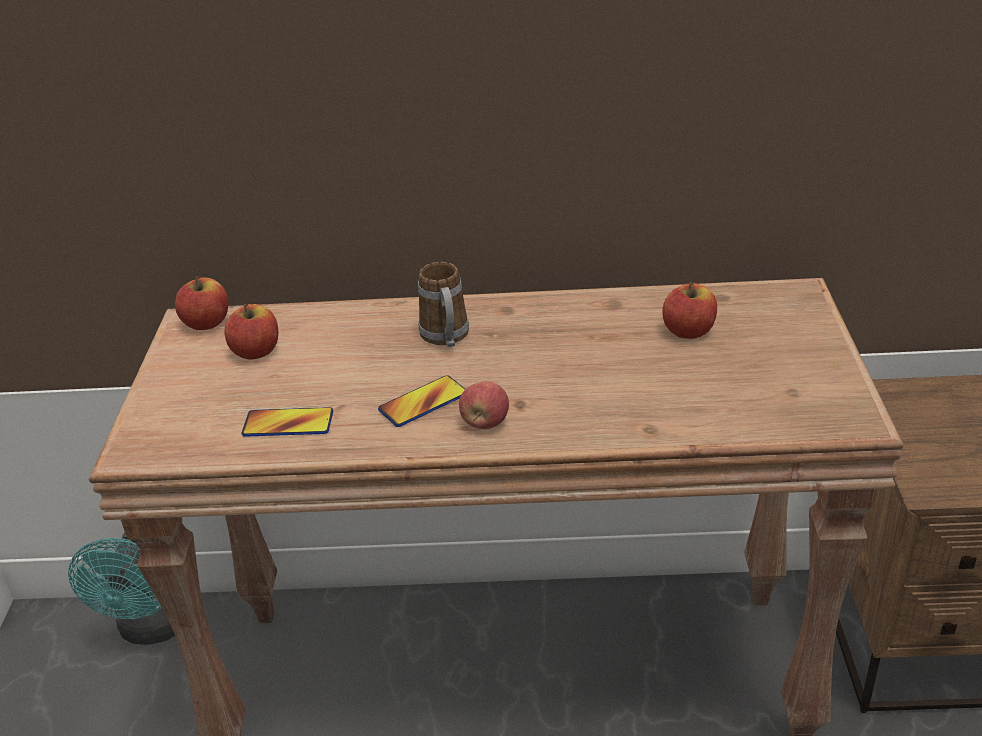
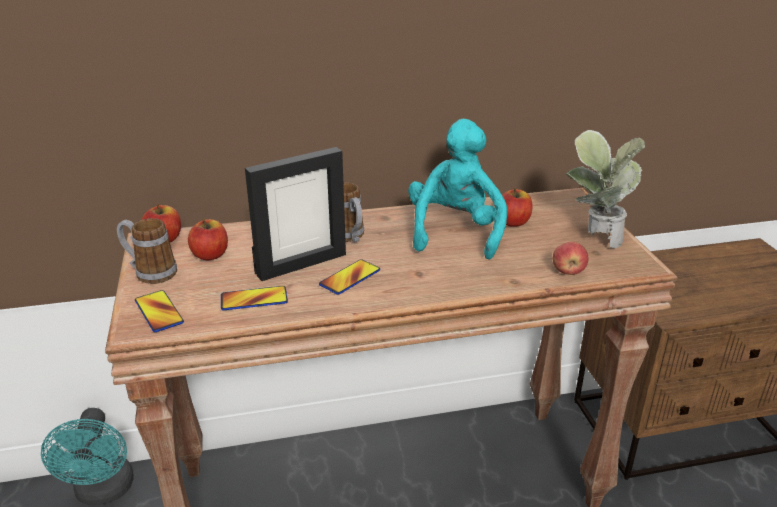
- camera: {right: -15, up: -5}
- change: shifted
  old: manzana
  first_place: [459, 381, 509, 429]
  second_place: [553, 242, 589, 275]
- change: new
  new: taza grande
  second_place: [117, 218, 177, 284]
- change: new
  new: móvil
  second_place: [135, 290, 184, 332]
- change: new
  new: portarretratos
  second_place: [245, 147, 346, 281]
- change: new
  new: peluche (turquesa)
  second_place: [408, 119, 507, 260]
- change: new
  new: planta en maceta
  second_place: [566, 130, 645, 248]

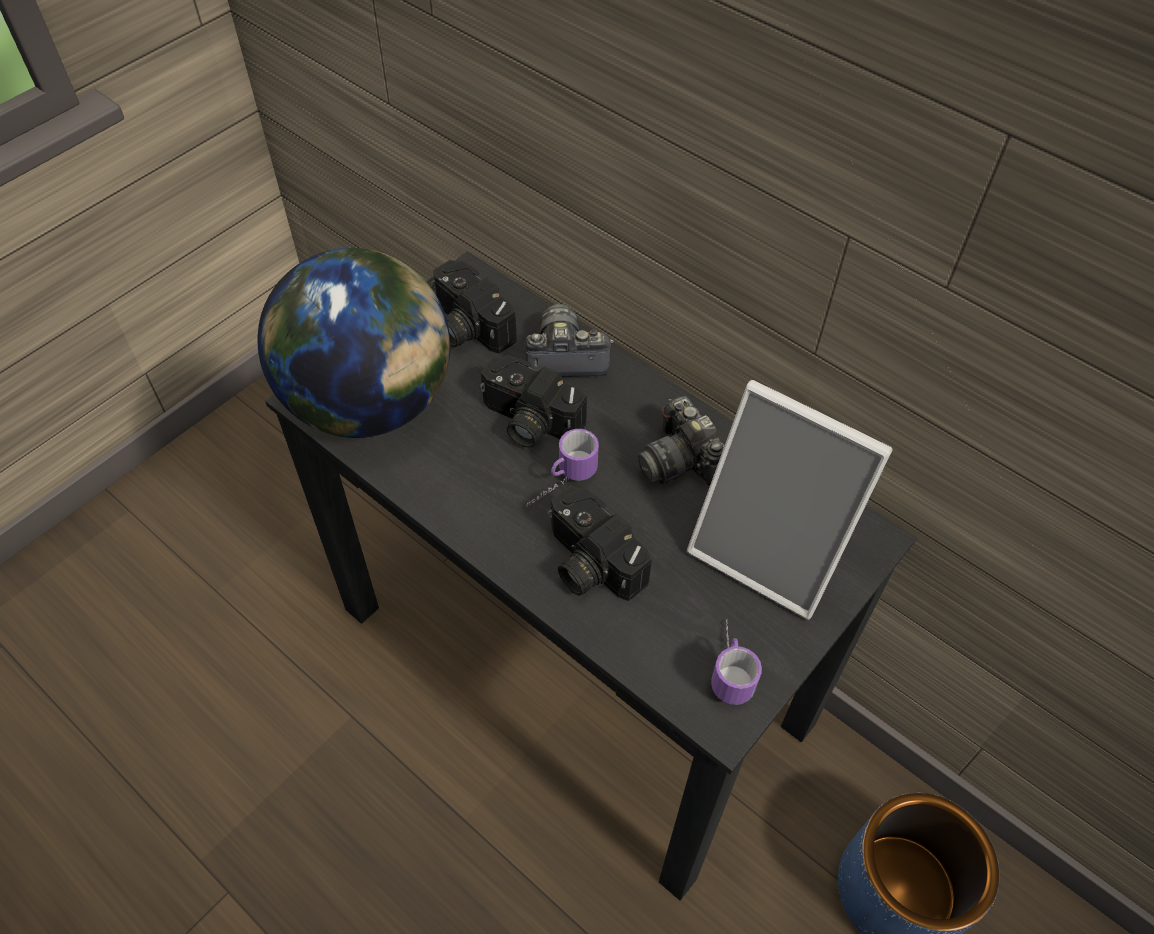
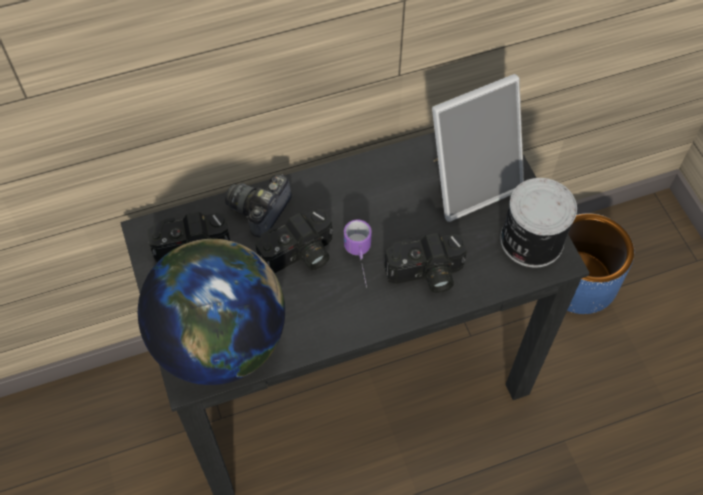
- camera: {right: -60, up: 5}
- change: gone
  old: cámara
  first_place: [638, 396, 725, 486]
- change: swapped
  old: taza grande
  new: lata
  first_place: [711, 619, 762, 705]
  second_place: [500, 178, 577, 268]

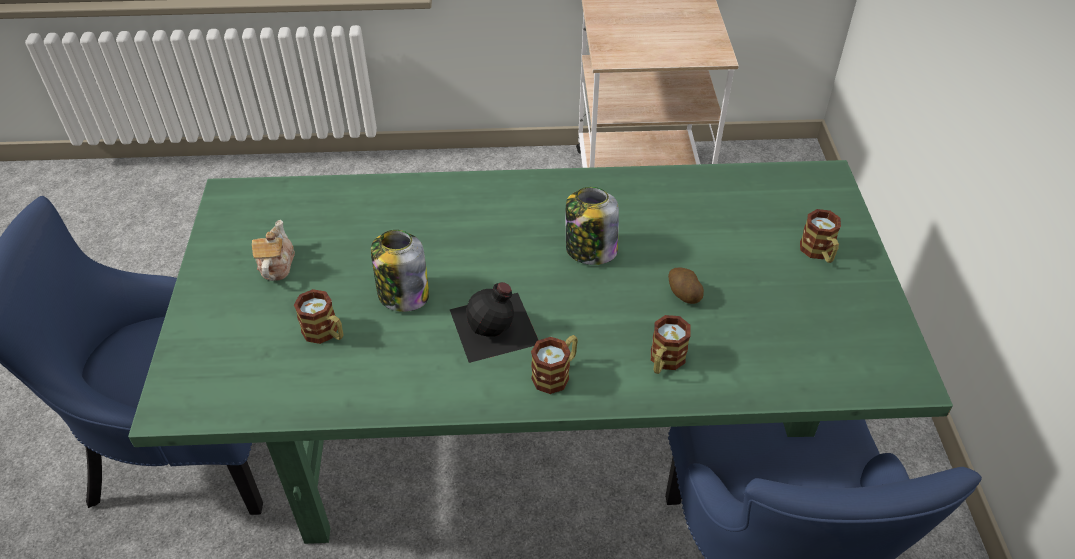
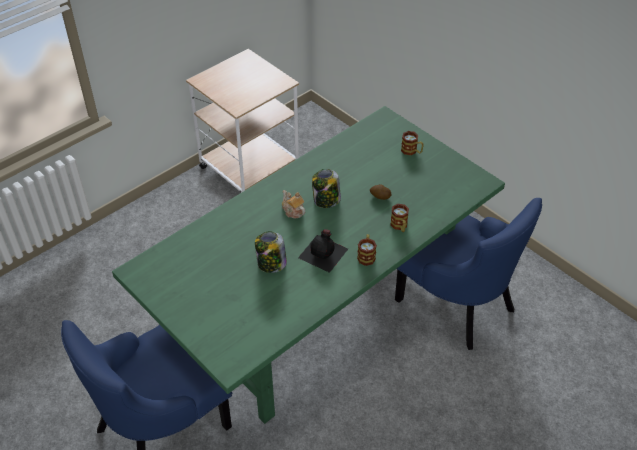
- camera: {right: -40, up: 0}
- change: shifted
  old: tetera
  first_place: [252, 220, 295, 281]
  second_place: [282, 190, 305, 218]
- change: gone
  old: taza grande
  first_place: [294, 289, 344, 344]

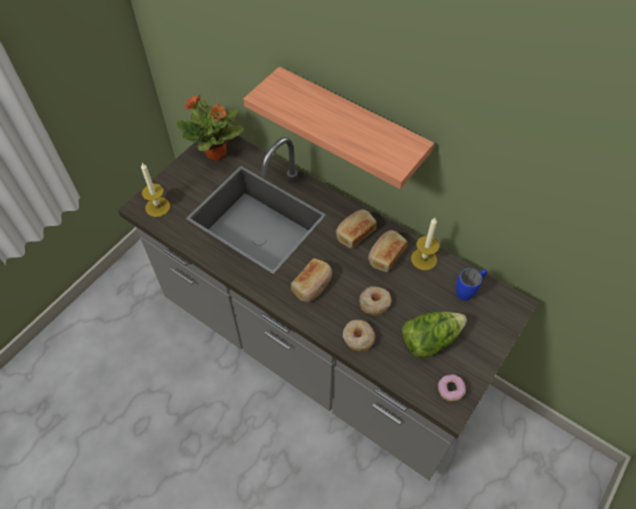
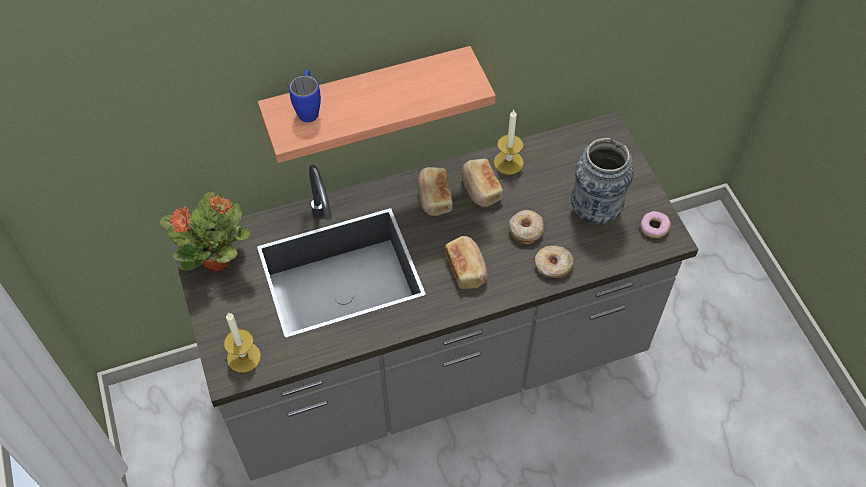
- camera: {right: -55, up: 0}
- change: swapped
  old: lechuga
  new: florero
  first_place: [402, 311, 467, 358]
  second_place: [571, 138, 634, 226]
- change: shifted
  old: taza grande (azul)
  first_place: [456, 268, 487, 301]
  second_place: [289, 70, 321, 122]

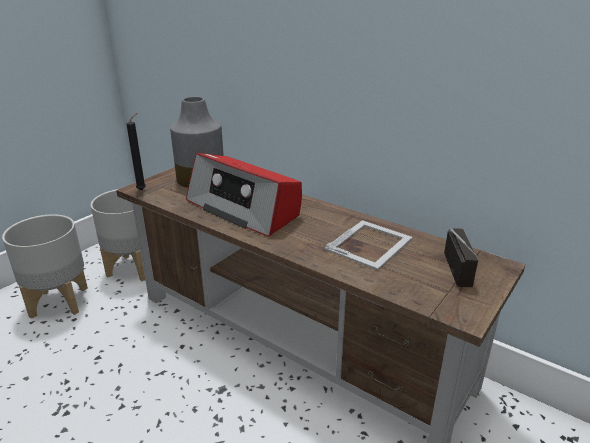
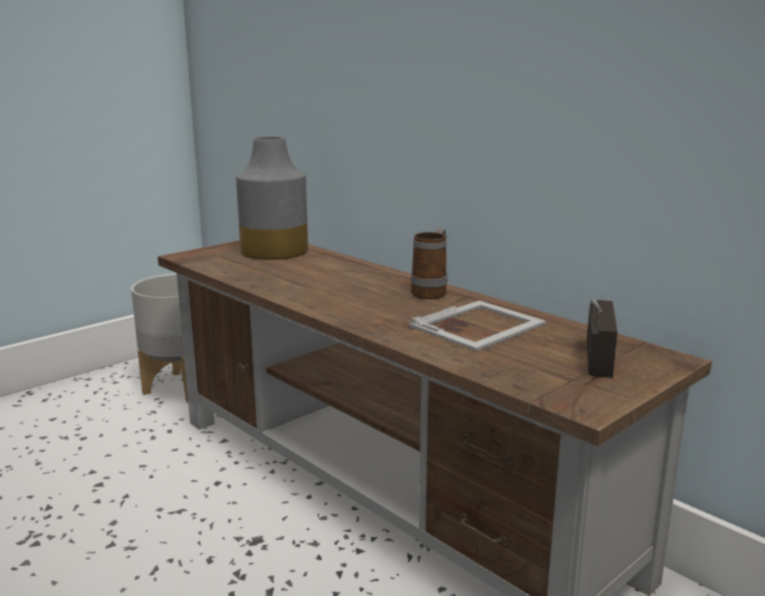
- camera: {right: 10, up: -10}
- change: gone
  old: maceta (gris)
  first_place: [2, 214, 88, 319]
- change: gone
  old: vela (negro)
  first_place: [126, 113, 146, 190]
- change: gone
  old: radio
  first_place: [186, 153, 302, 237]
- change: new
  new: taza grande
  second_place: [411, 228, 447, 299]

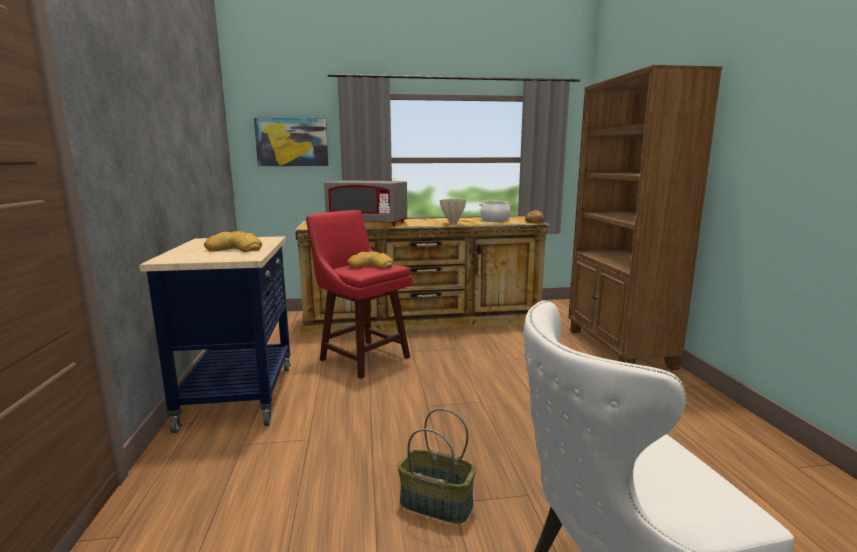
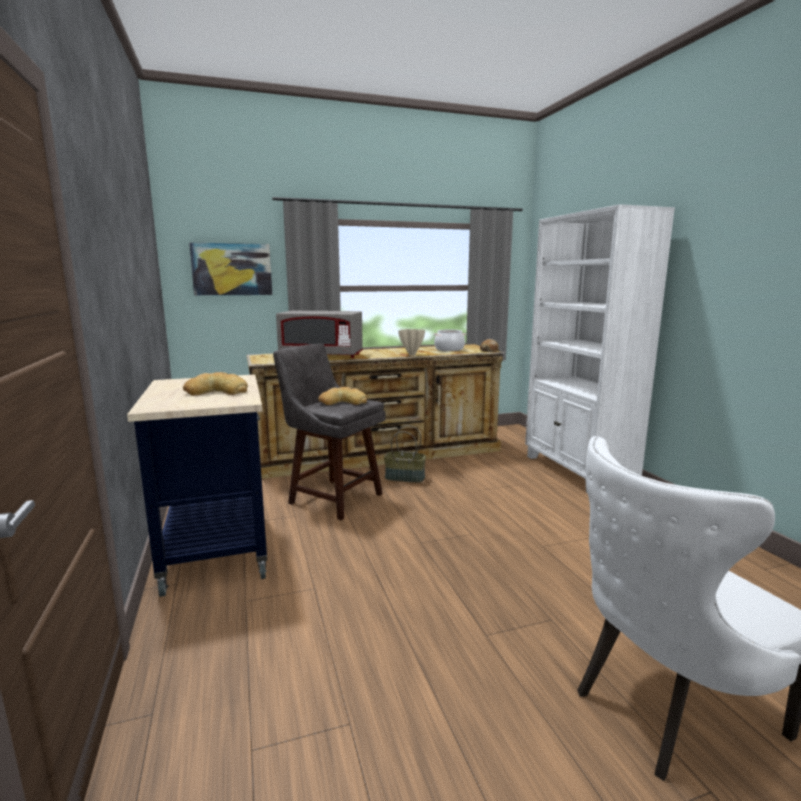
- camera: {right: -10, up: 0}
- change: repainted
  old: taburete (rojo)
  new: taburete (gris)
  first_place: [306, 210, 412, 379]
  second_place: [273, 343, 386, 520]
- change: shifted
  old: cesta
  first_place: [398, 408, 476, 524]
  second_place: [384, 425, 426, 483]
- change: repainted
  old: estantería (marrón)
  new: estantería (blanco)
  first_place: [568, 65, 722, 370]
  second_place: [525, 204, 675, 494]

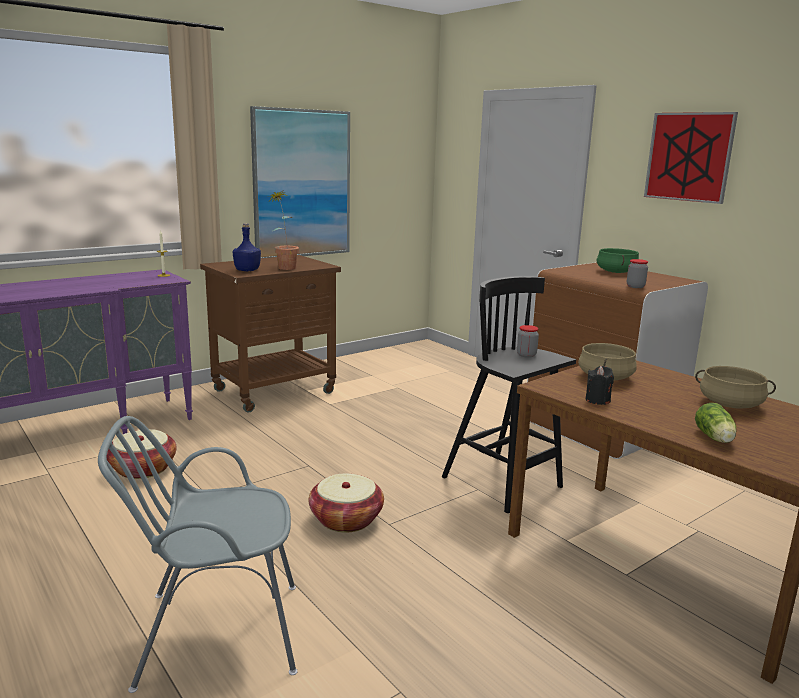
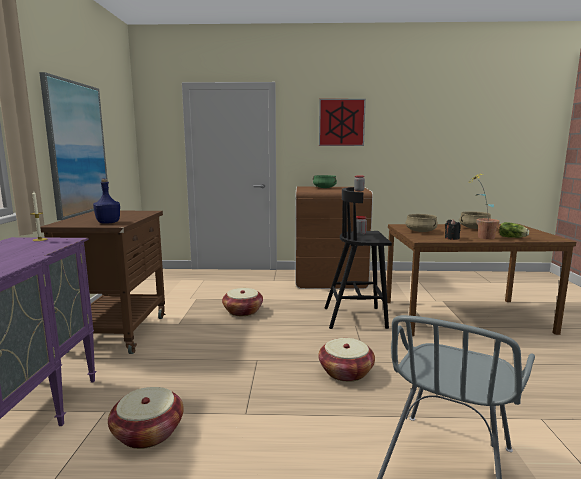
- camera: {right: -50, up: -5}
- change: shifted
  old: planta en maceta
  first_place: [268, 192, 299, 270]
  second_place: [469, 172, 500, 239]
- change: new
  new: cesta
  second_place: [222, 288, 263, 316]

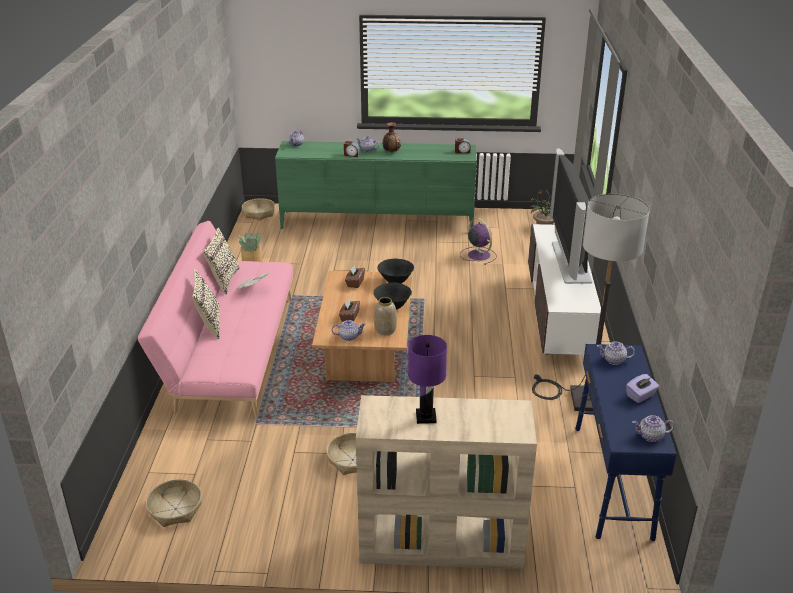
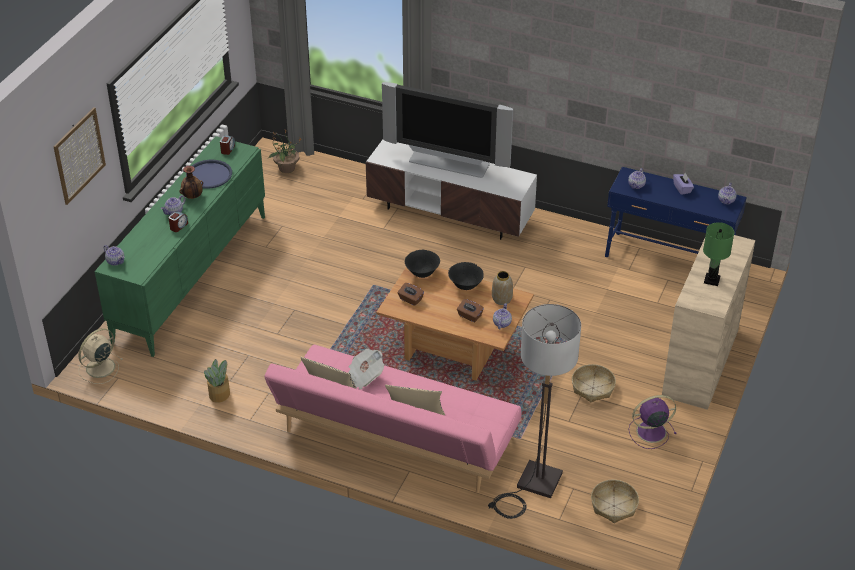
- camera: {right: -70, up: 10}
- change: swapped
  old: cesta
  new: ventilador (beis)
  first_place: [242, 198, 275, 221]
  second_place: [78, 328, 123, 384]
- change: repainted
  old: lámpara de mesa (morado)
  new: lámpara de mesa (verde)
  first_place: [408, 335, 447, 424]
  second_place: [703, 222, 734, 286]
- change: shifted
  old: ventilador (morado)
  first_place: [460, 218, 497, 265]
  second_place: [629, 395, 676, 449]
- change: shifted
  old: lámpara de pie
  first_place: [532, 194, 650, 412]
  second_place: [488, 304, 581, 519]
- change: new
  new: cuadro
  second_place: [53, 107, 106, 205]
- change: new
  new: bandeja (azul)
  second_place: [186, 160, 232, 189]

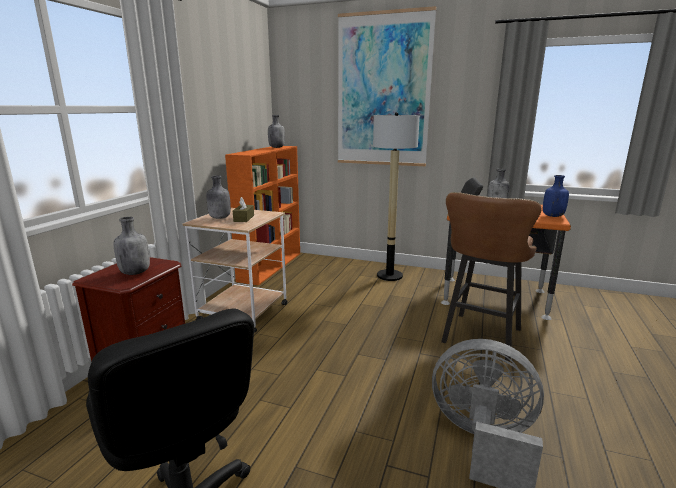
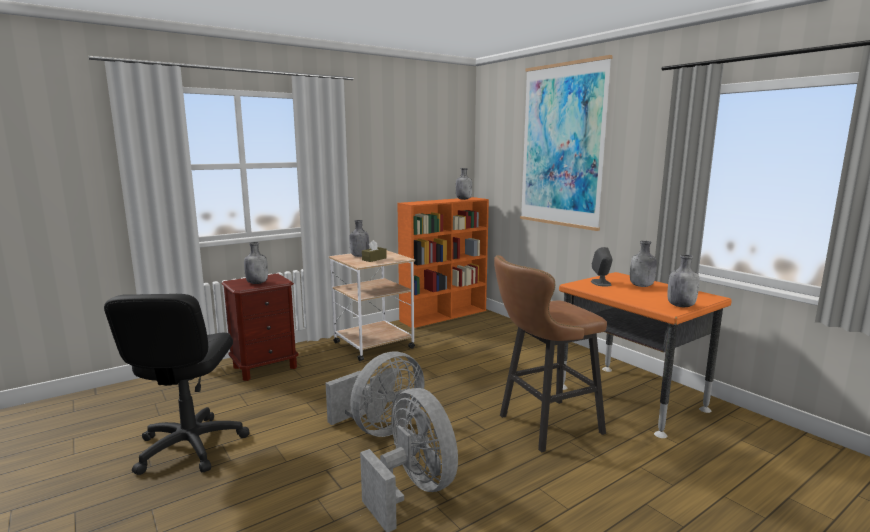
- camera: {right: 35, up: -5}
- change: gone
  old: lámpara de pie
  first_place: [373, 112, 420, 281]
- change: repainted
  old: botella (azul)
  new: botella (gris)
  first_place: [543, 175, 569, 217]
  second_place: [667, 254, 699, 307]
- change: new
  new: ventilador (gris)
  second_place: [326, 351, 425, 437]

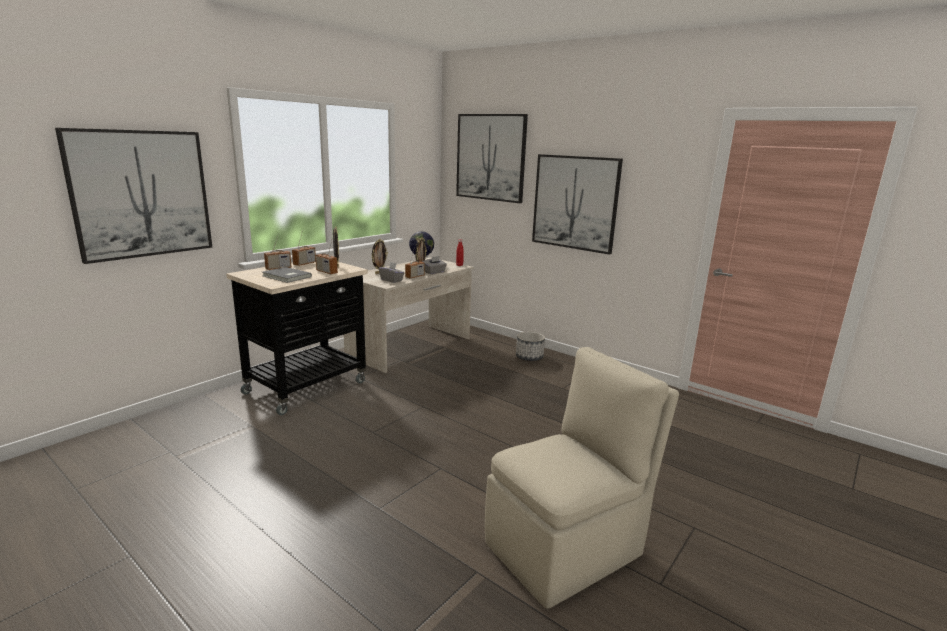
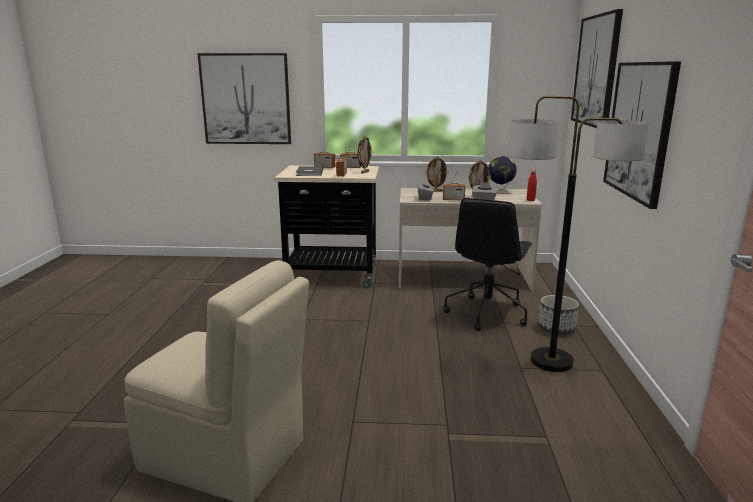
- camera: {right: 55, up: 0}
- change: new
  new: silla de oficina (negro)
  second_place: [443, 198, 532, 331]
- change: new
  new: lámpara de pie
  second_place: [509, 96, 649, 372]

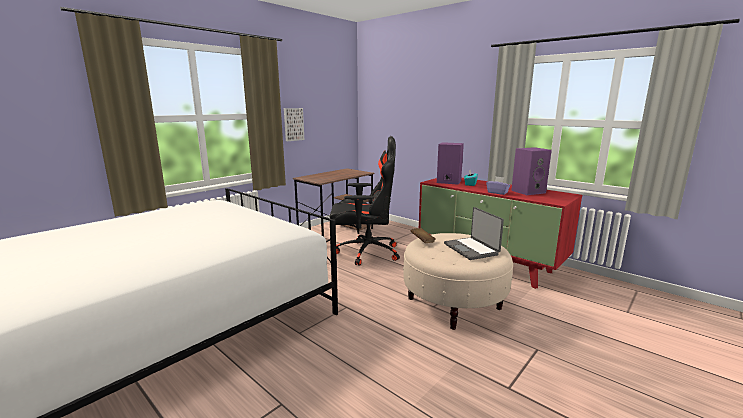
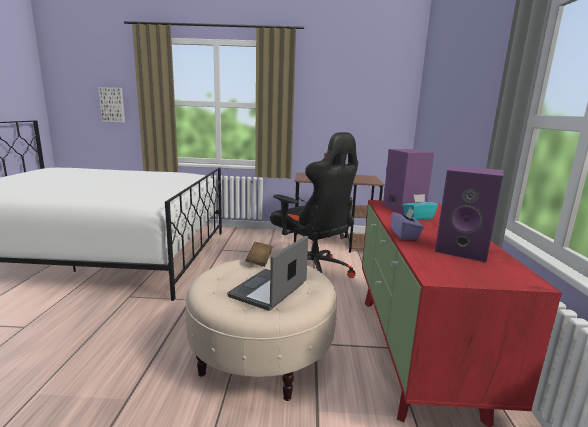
- camera: {right: 50, up: 0}
- change: shifted
  old: cuadro
  first_place: [284, 108, 304, 141]
  second_place: [98, 87, 125, 123]

